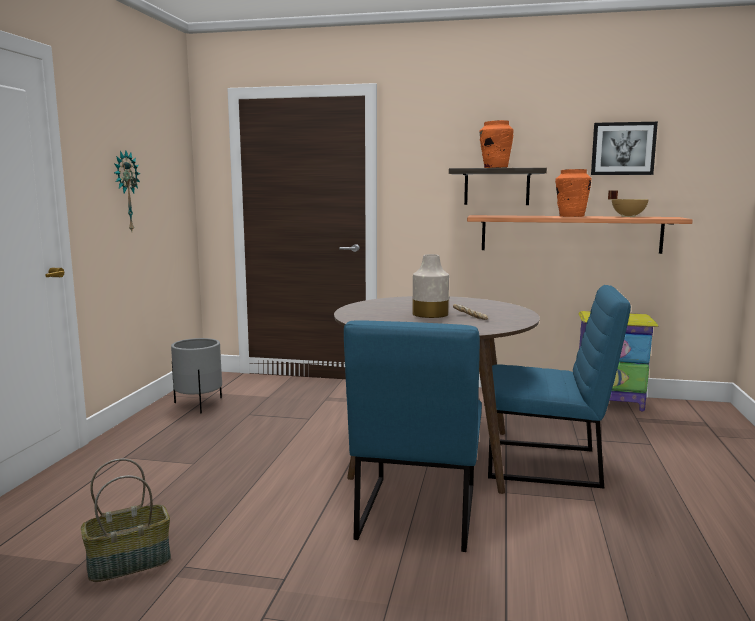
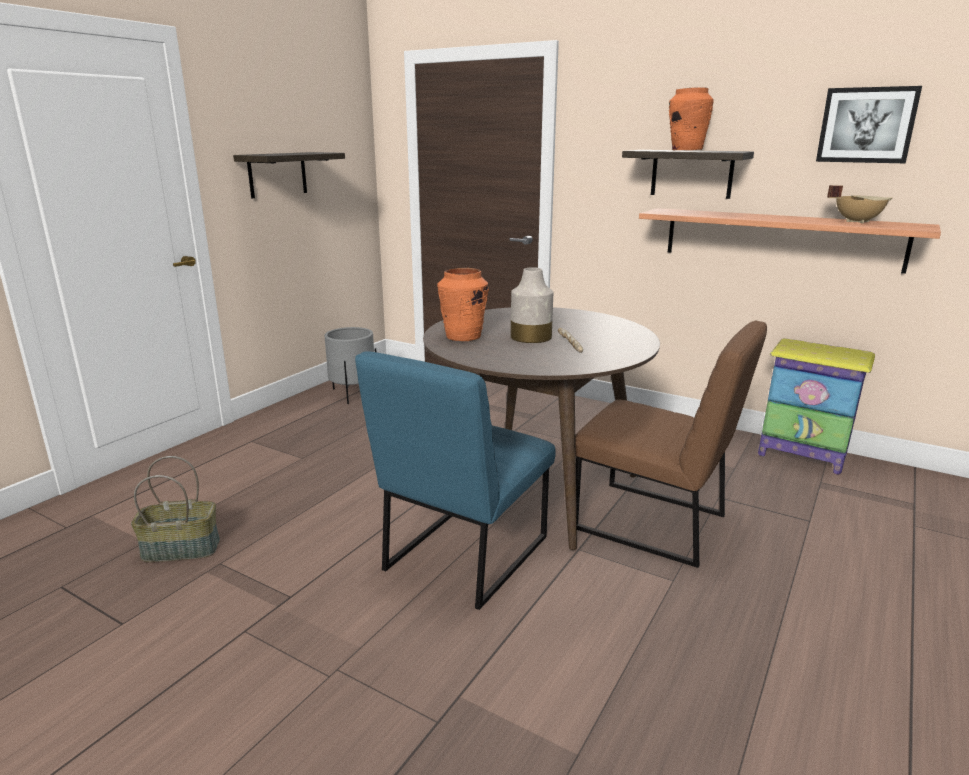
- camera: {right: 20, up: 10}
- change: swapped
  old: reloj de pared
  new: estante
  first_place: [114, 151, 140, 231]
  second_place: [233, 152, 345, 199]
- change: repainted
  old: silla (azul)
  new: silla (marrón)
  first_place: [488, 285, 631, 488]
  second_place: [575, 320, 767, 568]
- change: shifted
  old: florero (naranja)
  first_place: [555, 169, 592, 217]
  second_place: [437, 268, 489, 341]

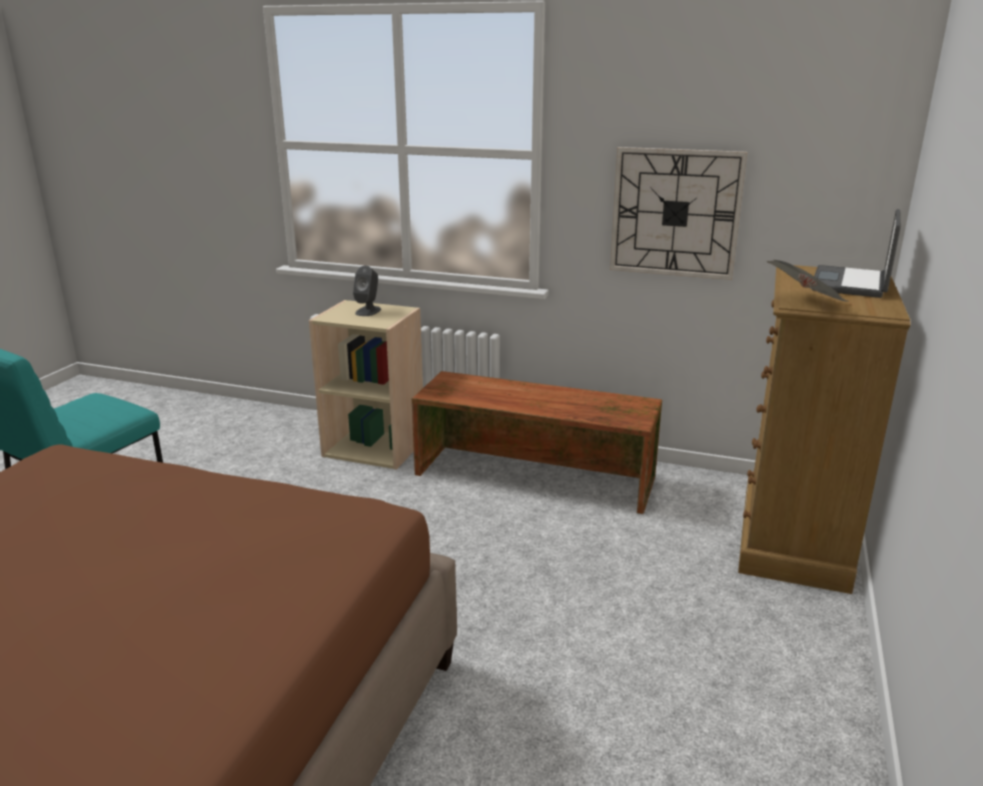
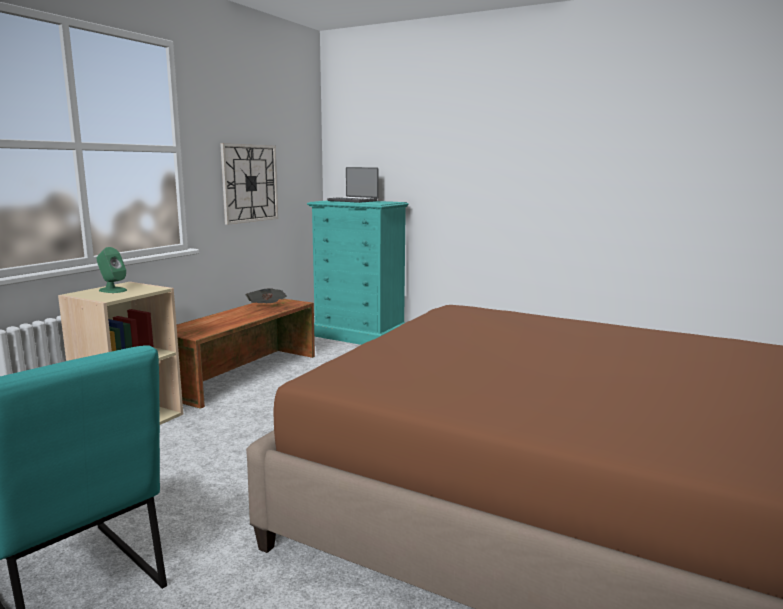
- camera: {right: -80, up: -10}
- change: repainted
  old: altavoz (gris)
  new: altavoz (verde)
  first_place: [353, 266, 381, 316]
  second_place: [97, 247, 127, 293]
- change: repainted
  old: cómoda (marrón)
  new: cómoda (turquesa)
  first_place: [738, 265, 911, 594]
  second_place: [307, 200, 409, 345]
- change: shifted
  old: periódico
  first_place: [767, 260, 850, 302]
  second_place: [245, 288, 287, 303]

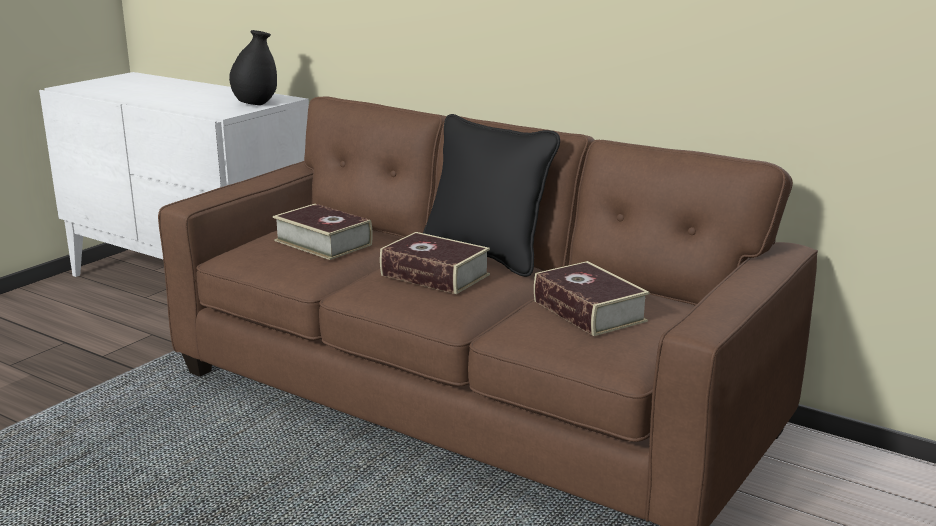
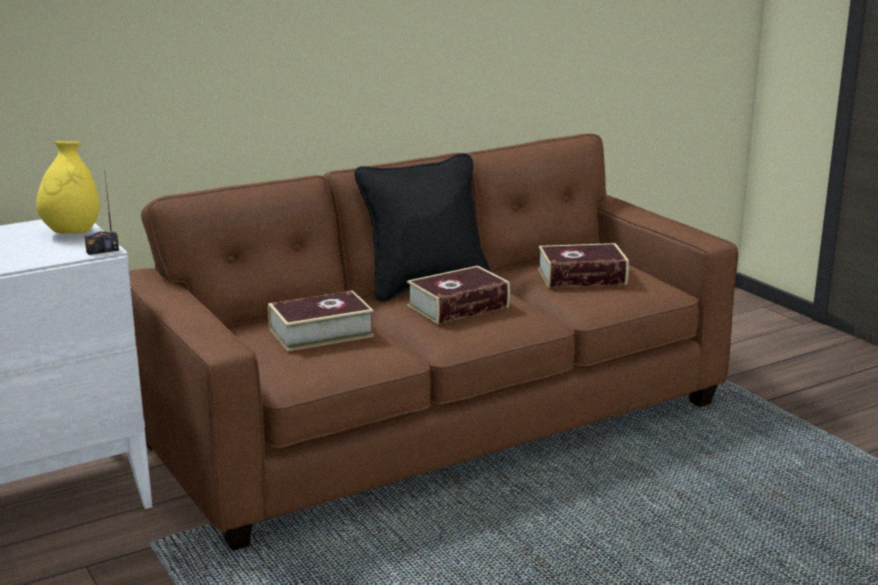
- camera: {right: -65, up: 0}
- change: repainted
  old: florero (negro)
  new: florero (amarillo)
  first_place: [229, 30, 277, 105]
  second_place: [36, 141, 100, 234]
- change: new
  new: radio
  second_place: [85, 176, 119, 255]

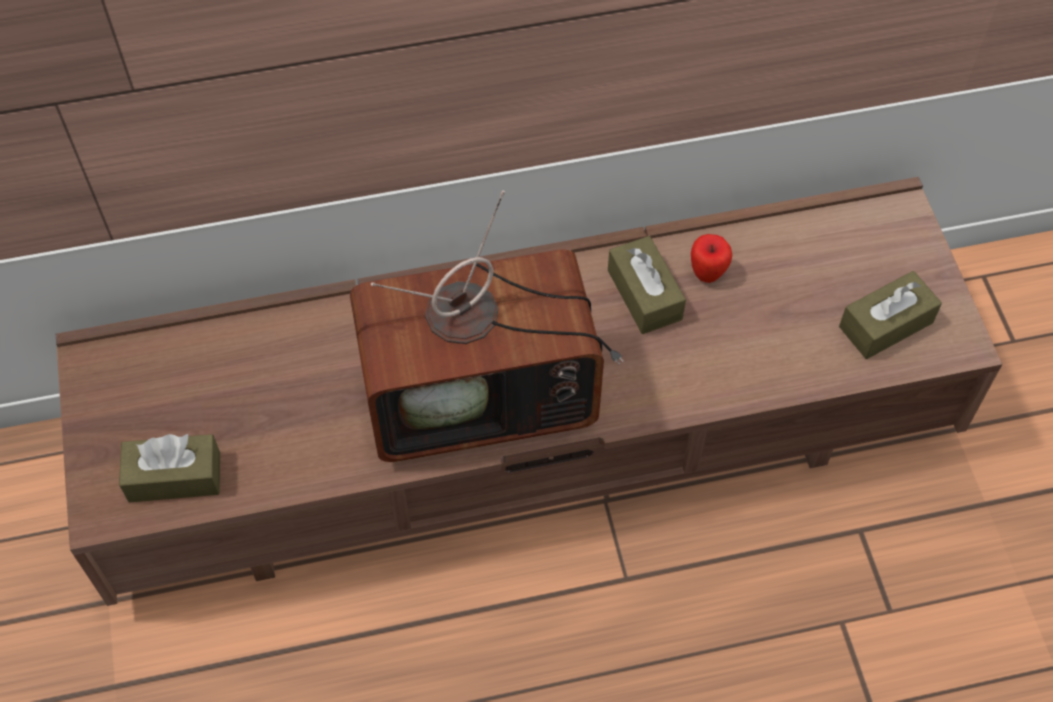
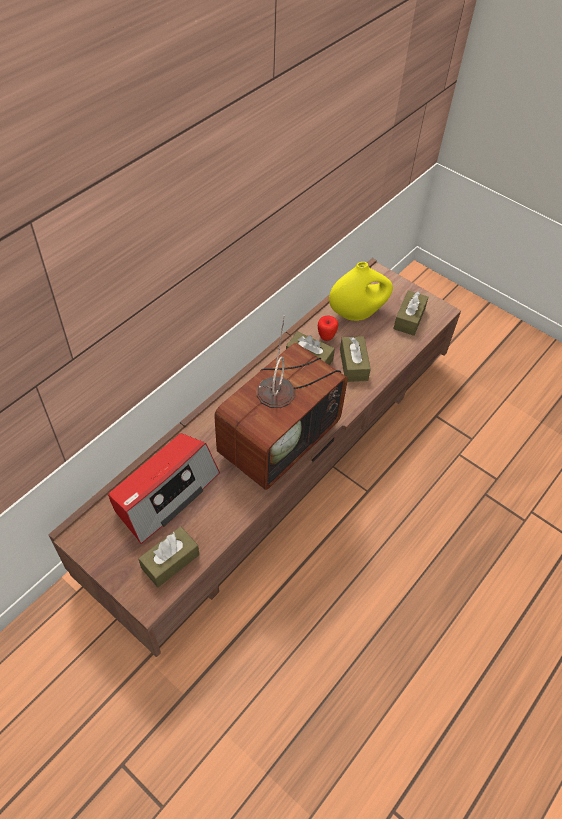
- camera: {right: -40, up: -5}
- change: new
  new: radio
  second_place: [108, 433, 220, 544]
- change: new
  new: florero (amarillo)
  second_place: [329, 262, 393, 321]
- change: new
  new: caja de pañuelos (marrón)
  second_place: [340, 336, 371, 382]

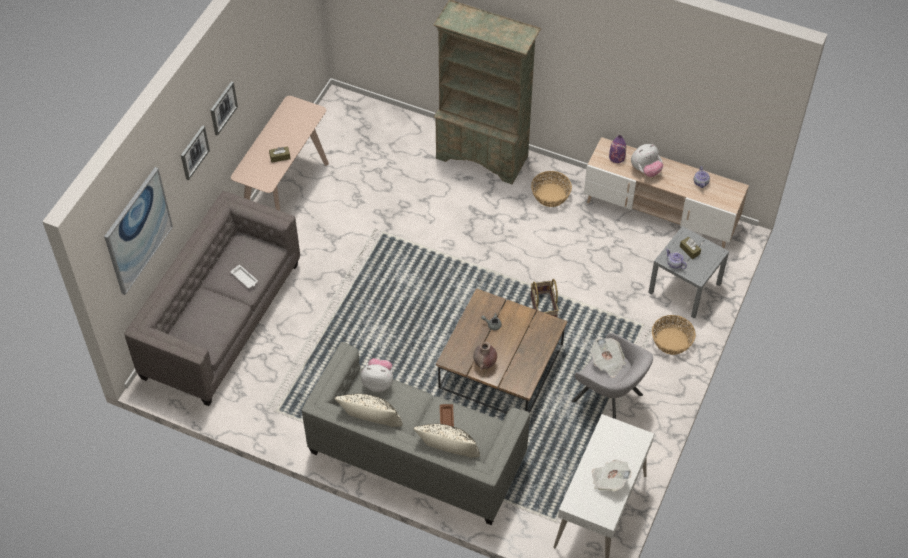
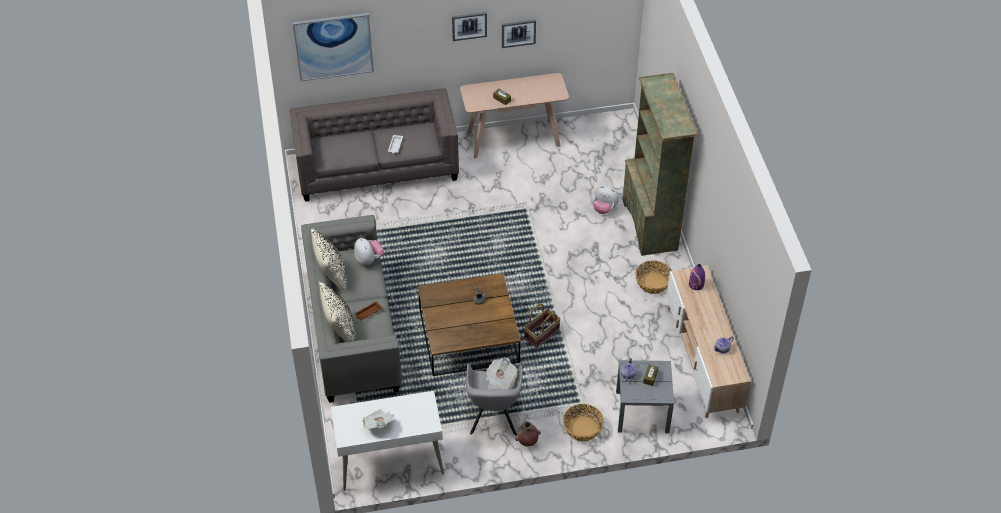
- camera: {right: 55, up: -5}
- change: shifted
  old: cuadro
  first_place: [181, 125, 210, 180]
  second_place: [502, 20, 536, 48]
- change: shifted
  old: florero (marrón)
  first_place: [473, 342, 497, 369]
  second_place: [515, 421, 541, 446]
- change: shifted
  old: peluche
  first_place: [631, 144, 663, 177]
  second_place: [593, 185, 619, 214]

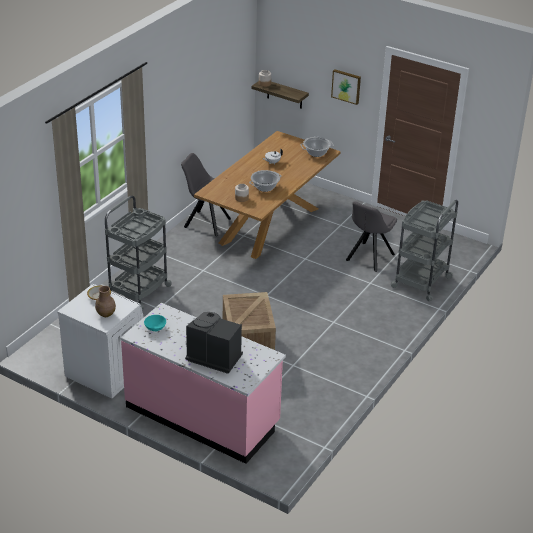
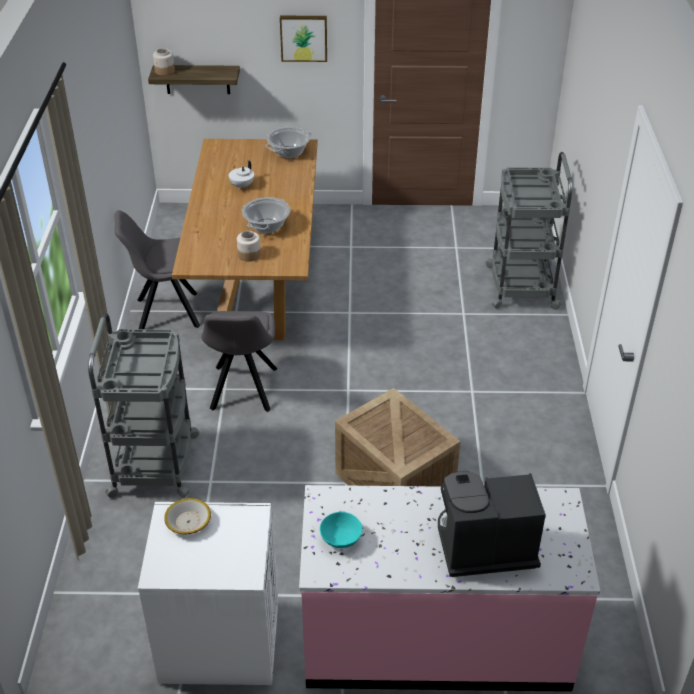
- camera: {right: -30, up: 5}
- change: gone
  old: florero (marrón)
  first_place: [95, 286, 116, 317]
- change: shifted
  old: silla (gris)
  first_place: [346, 201, 397, 272]
  second_place: [201, 311, 277, 412]

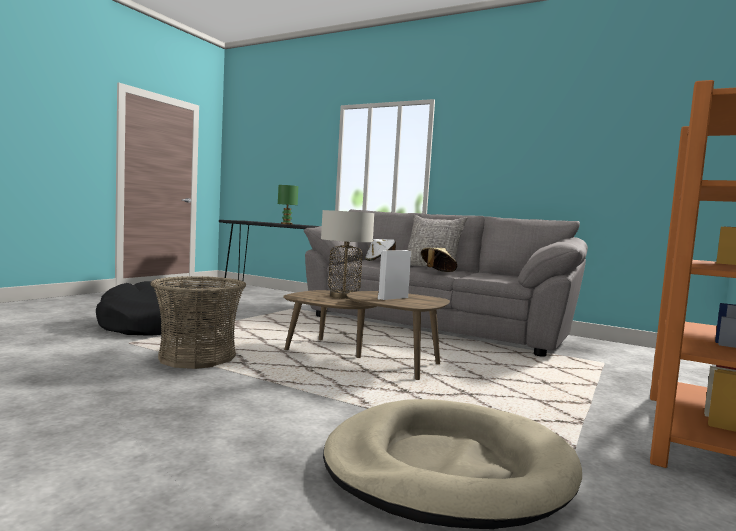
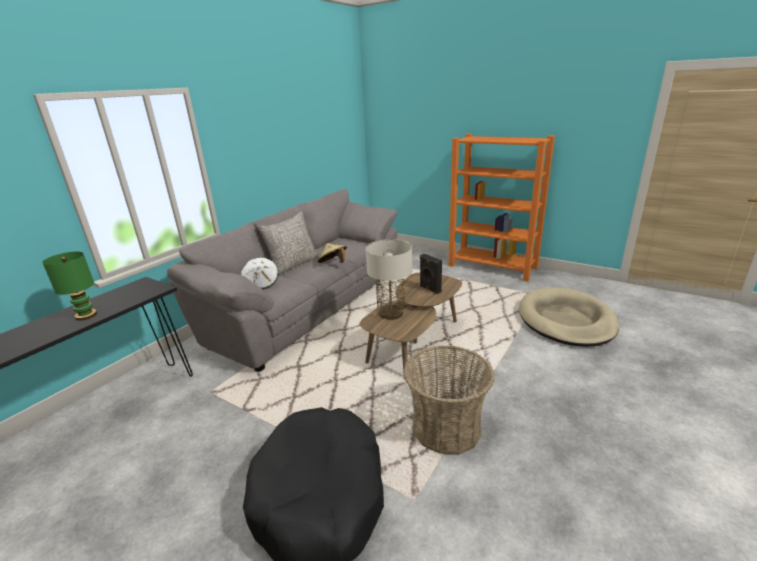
- camera: {right: -85, up: 20}
- change: repainted
  old: altavoz (blanco)
  new: altavoz (negro)
  first_place: [378, 250, 411, 300]
  second_place: [420, 254, 442, 294]

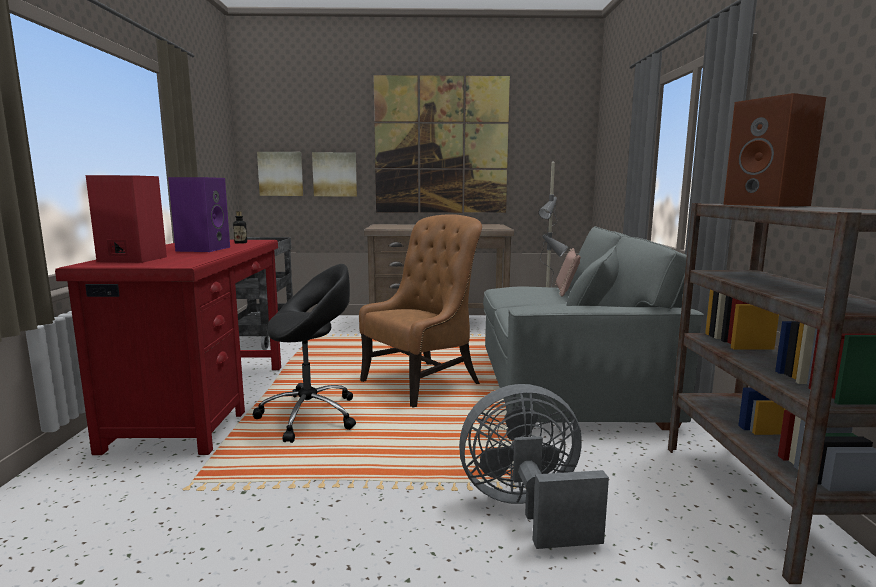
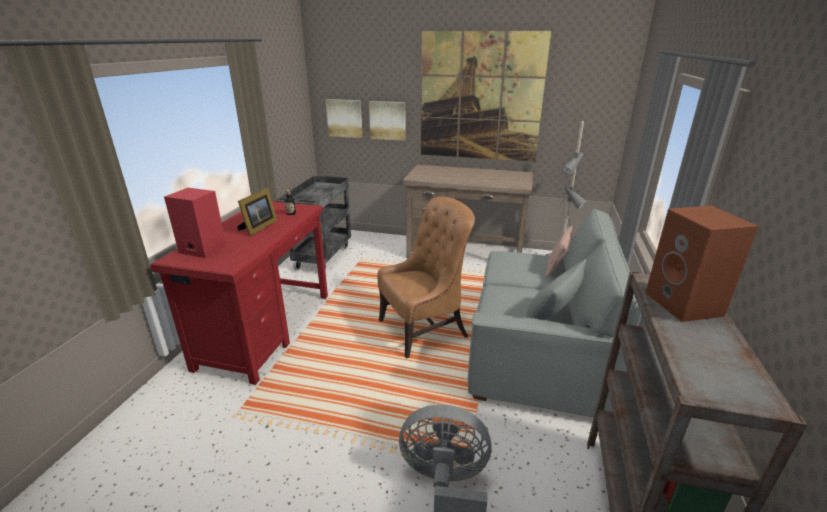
- camera: {right: 15, up: 15}
- change: swapped
  old: altavoz (morado)
  new: portarretratos
  first_place: [168, 177, 230, 252]
  second_place: [238, 188, 278, 236]
- change: gone
  old: silla de oficina (negro)
  first_place: [253, 264, 356, 443]

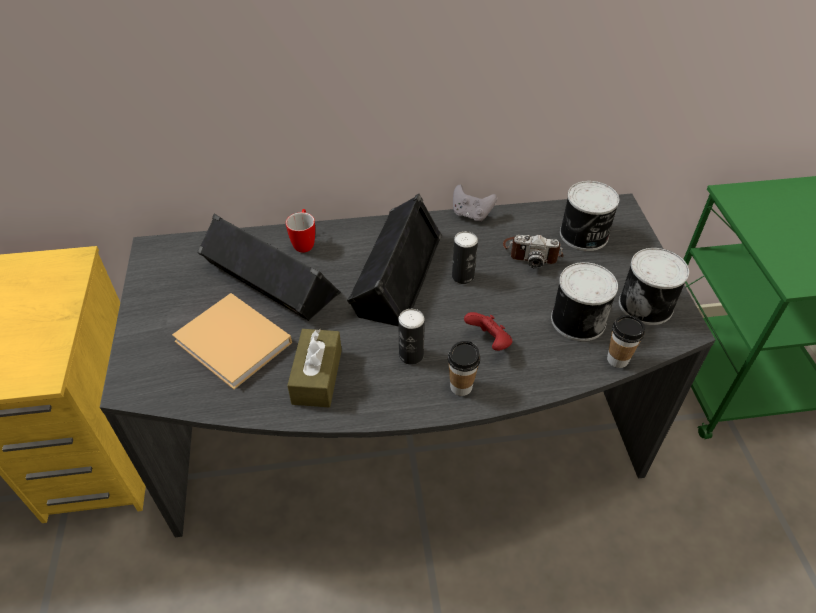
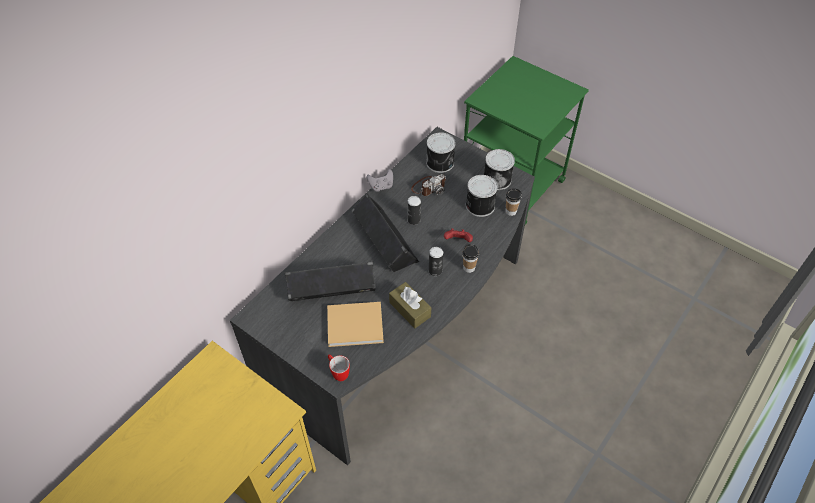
- camera: {right: -45, up: 5}
- change: shifted
  old: taza grande
  first_place: [286, 209, 315, 253]
  second_place: [328, 354, 350, 381]

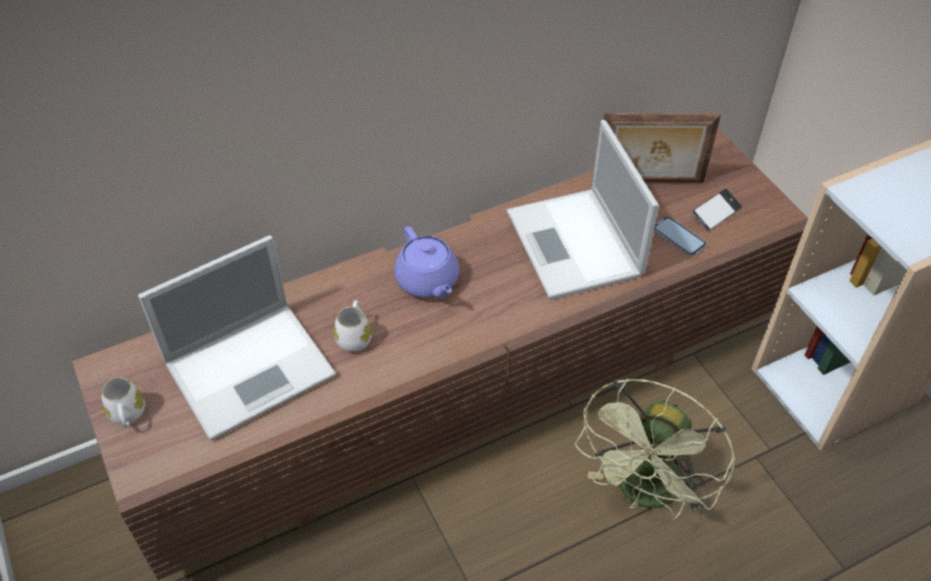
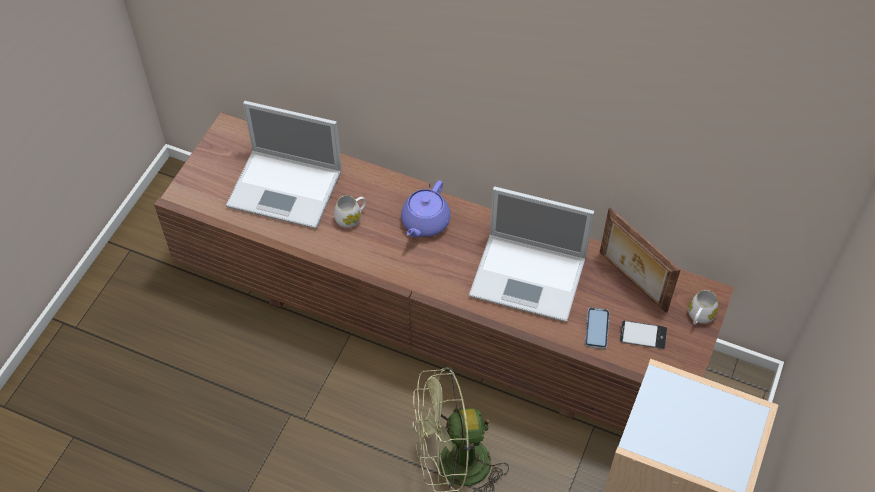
- camera: {right: 50, up: 5}
- change: shifted
  old: taza grande (blanco)
  first_place: [102, 377, 145, 428]
  second_place: [688, 290, 718, 325]
- change: rotated
  old: portátil
  first_place: [507, 120, 659, 300]
  second_place: [469, 186, 594, 322]
  degrees: -105

